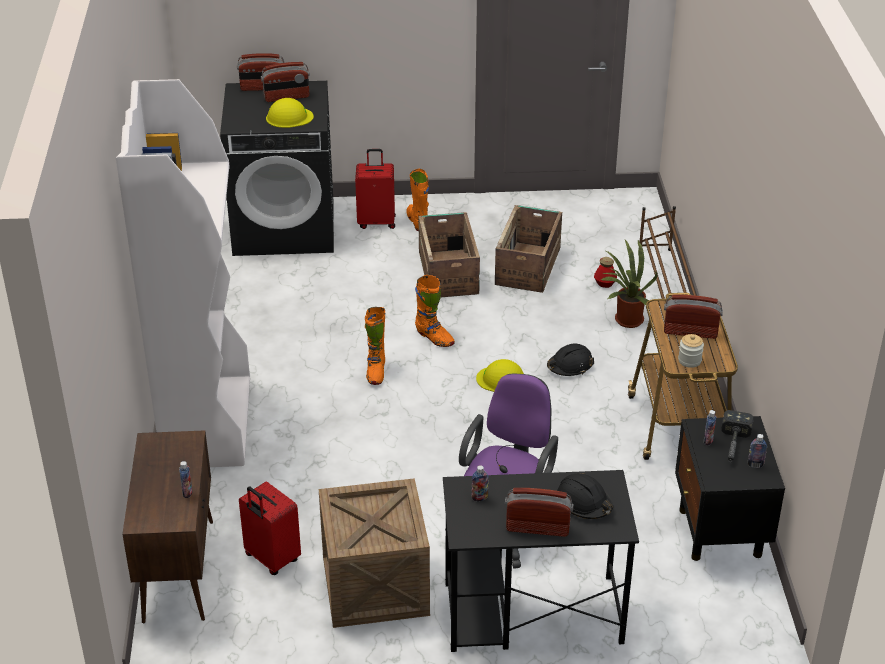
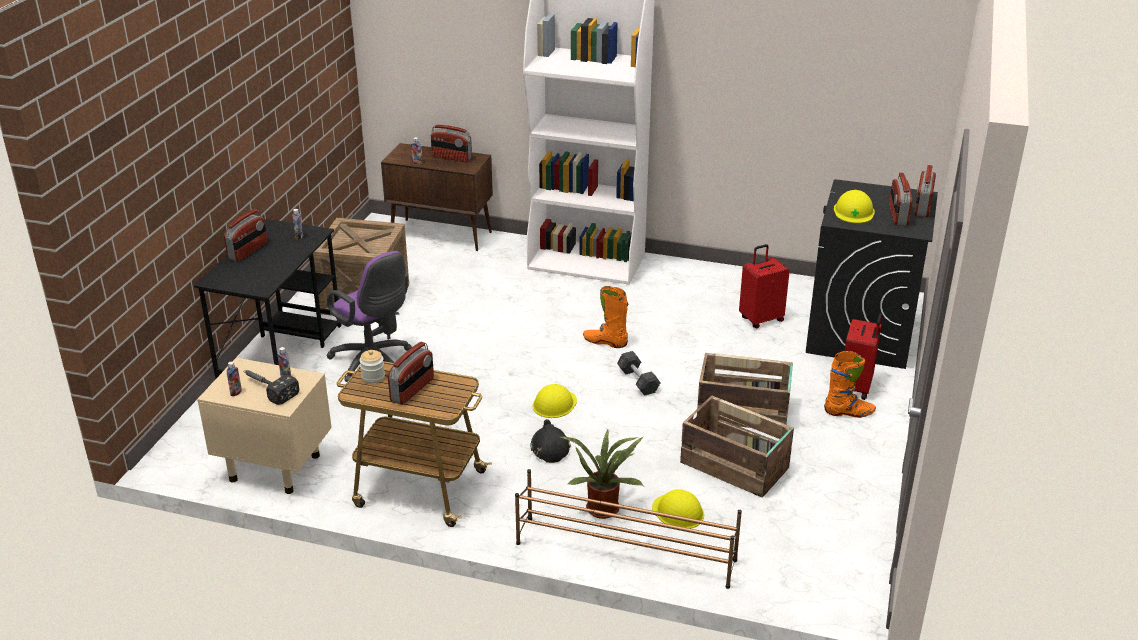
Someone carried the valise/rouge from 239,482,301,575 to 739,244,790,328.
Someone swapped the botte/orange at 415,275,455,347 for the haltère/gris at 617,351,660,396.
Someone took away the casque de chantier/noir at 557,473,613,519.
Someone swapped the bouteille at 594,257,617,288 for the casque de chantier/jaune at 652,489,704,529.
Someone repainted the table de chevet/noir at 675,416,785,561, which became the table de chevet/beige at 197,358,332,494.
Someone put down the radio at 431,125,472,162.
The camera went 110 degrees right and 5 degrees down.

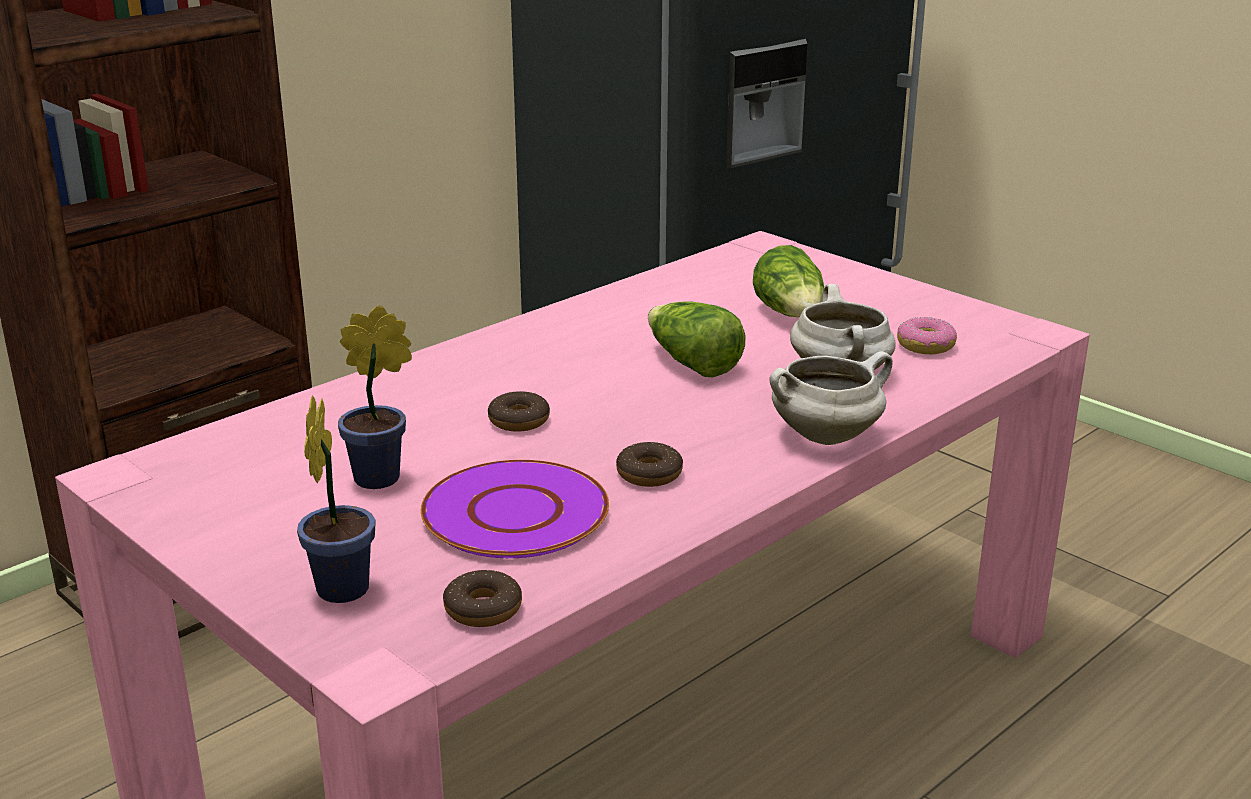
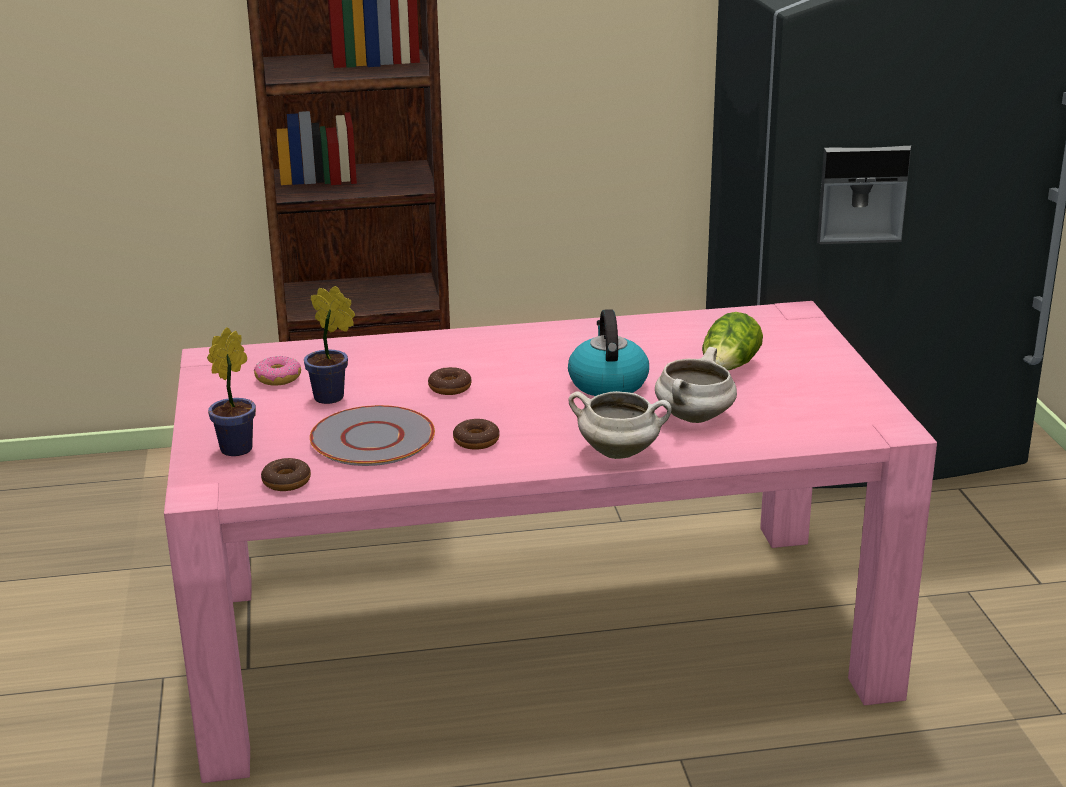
Someone repainted the assiette/violet at 421,460,609,558, which became the assiette/gris at 310,405,435,466.
Someone swapped the laitue at 648,301,746,378 for the bouilloire at 568,309,649,396.
Someone carried the beignet from 897,317,957,354 to 254,356,301,386.
The camera went 35 degrees right and 0 degrees up.

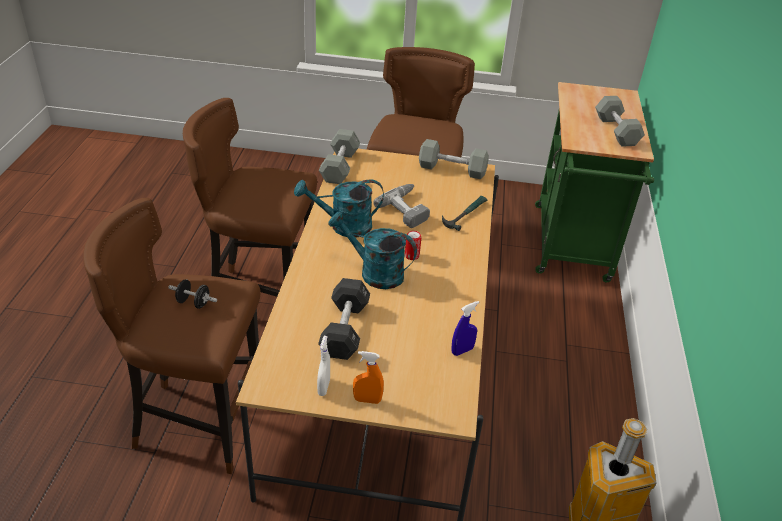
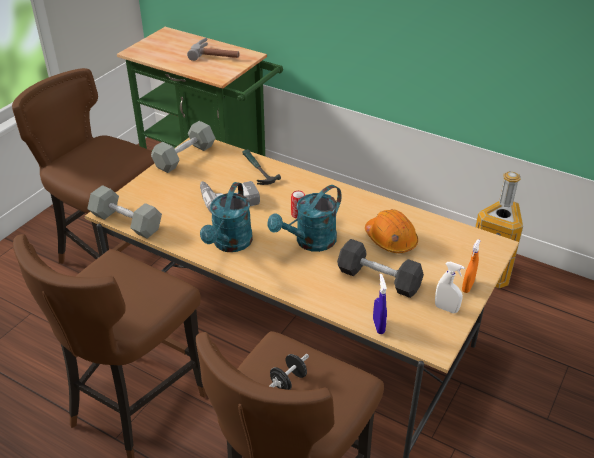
Someone carried the vaporisateur/bleu from 451,301,479,356 to 373,274,387,334.
Someone swapped the haltère/gris at 595,96,645,147 for the marteau at 187,38,239,61.
Someone put down the casque de chantier/orange at 365,209,418,254.
The camera went 65 degrees left and 0 degrees up.

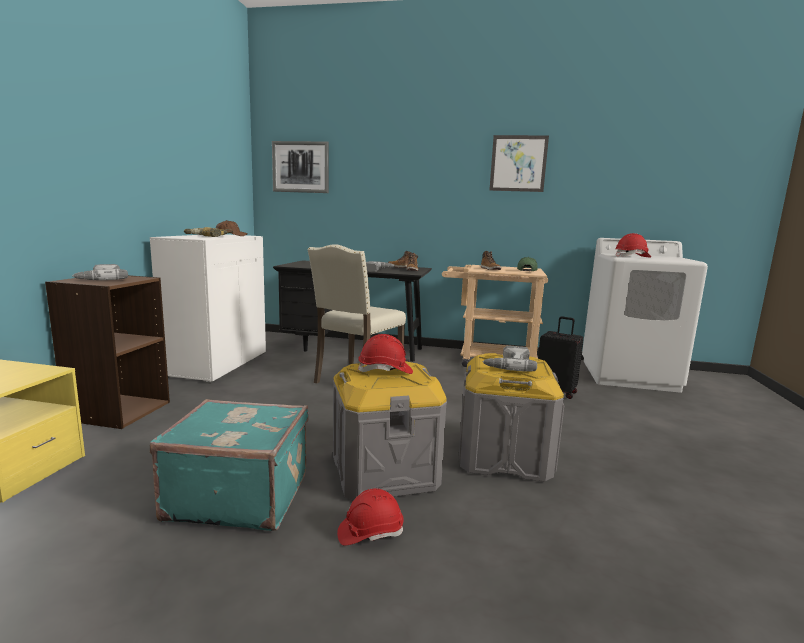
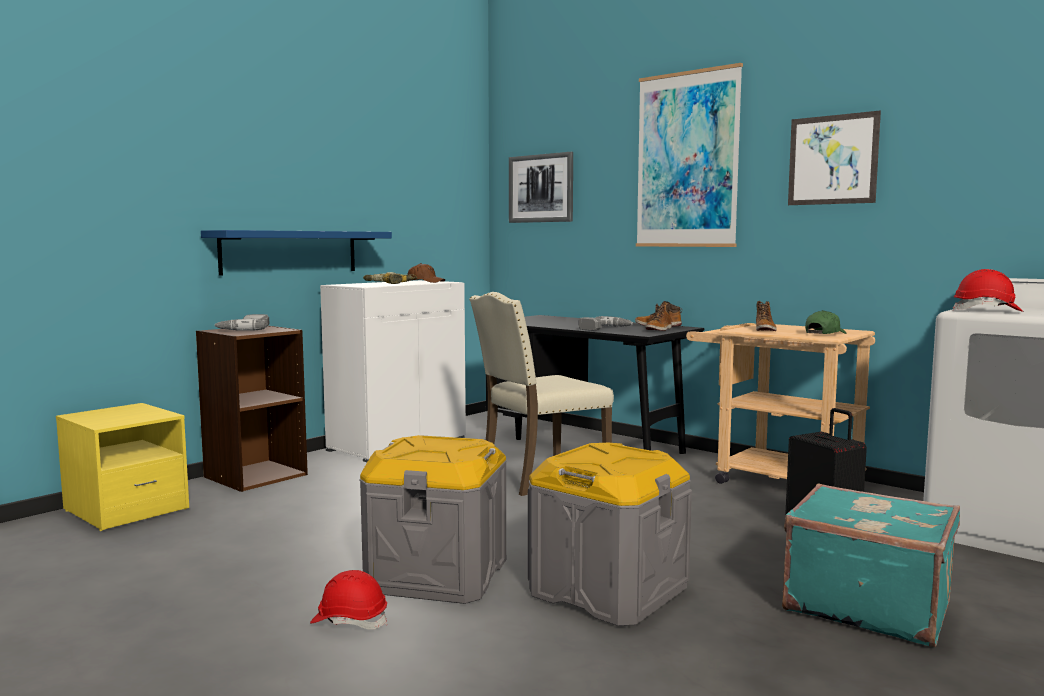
Someone carried the valise/turquoise from 150,399,309,531 to 782,483,960,647.
Someone took away the casque de chantier/rouge at 357,334,413,374.
Someone took away the perceuse at 482,346,537,372.
Someone put up the étagère/bleu at 201,230,392,276.
Someone put up the tableau at 636,63,743,247.
The camera went 30 degrees right and 5 degrees down.

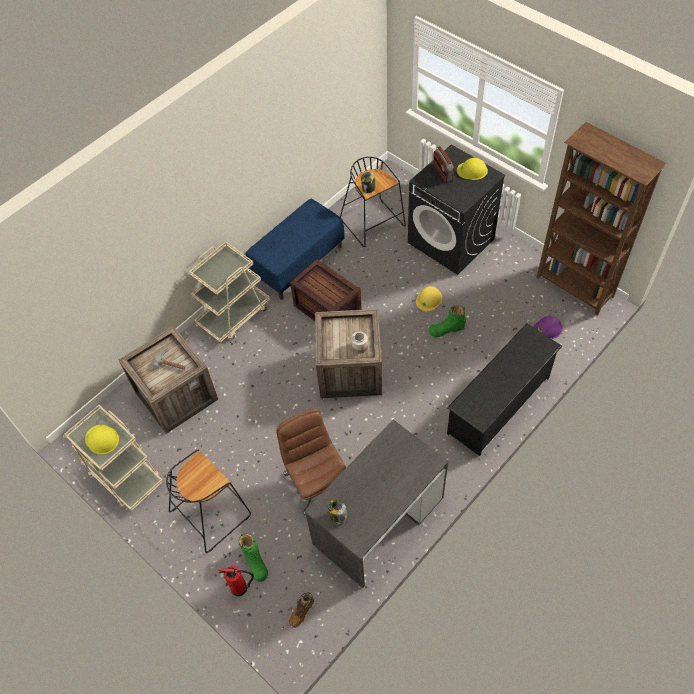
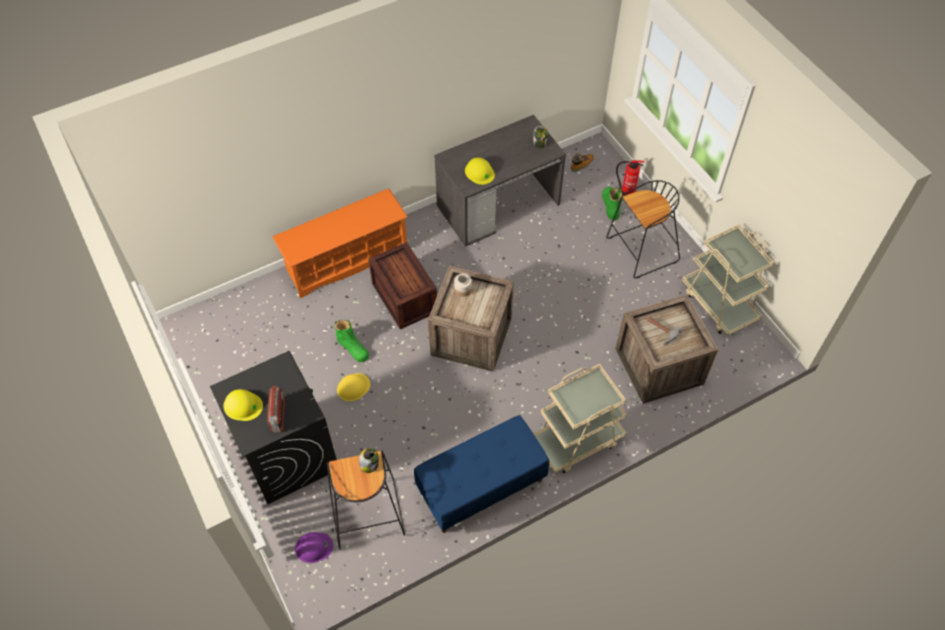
Someone carried the casque de chantier/jaune from 85,425,119,455 to 465,158,495,185.
Someone took away the chaise de bureau/marron at 276,408,346,515.
Someone carried the caisse from 290,259,362,321 to 368,242,437,329.
Someone rotated the botte/vert at 429,306,466,337 by 45 degrees clockwise.
Someone repainted the étagère à chaussures/noir at 447,323,562,456, which became the étagère à chaussures/orange at 272,188,408,298.
Someone carried the casque de chantier/violet from 533,316,563,339 to 295,532,333,563.
Someone took away the bibliothèque/marron at 536,122,667,315.
The camera went 165 degrees left and 0 degrees up.

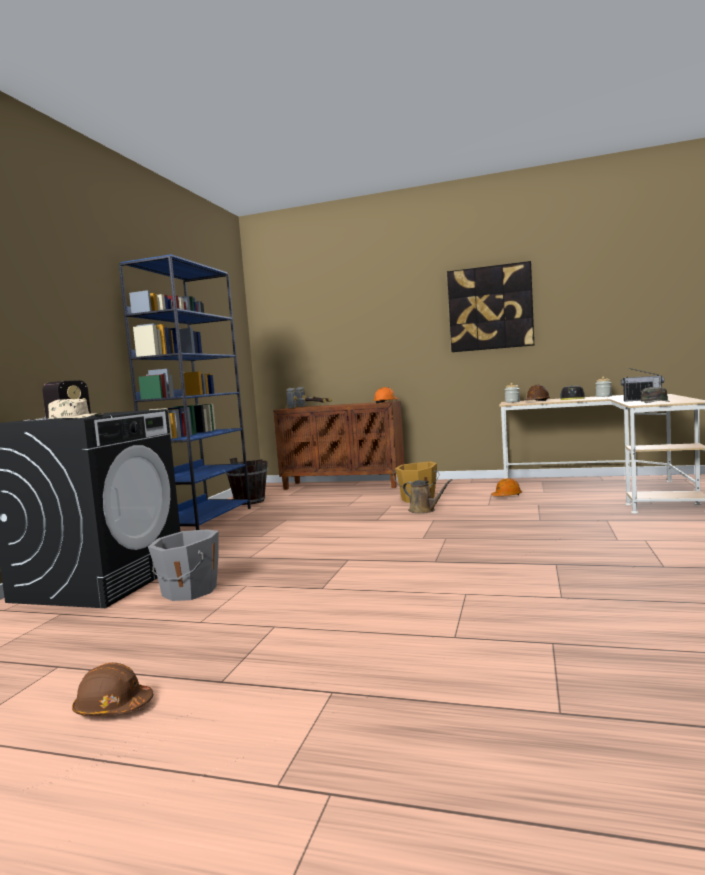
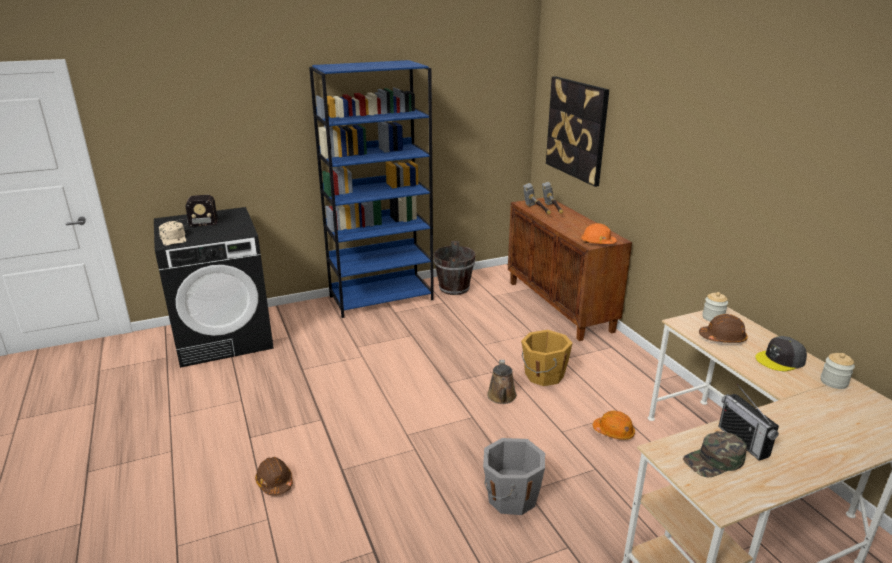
Someone carried the casque de chantier/marron from 72,663,153,716 to 255,457,293,496.
Someone carried the seau/gris from 148,529,219,601 to 483,438,545,515.
Someone carried the tableau from 447,261,534,352 to 546,76,609,187.
The camera went 50 degrees right and 20 degrees up.

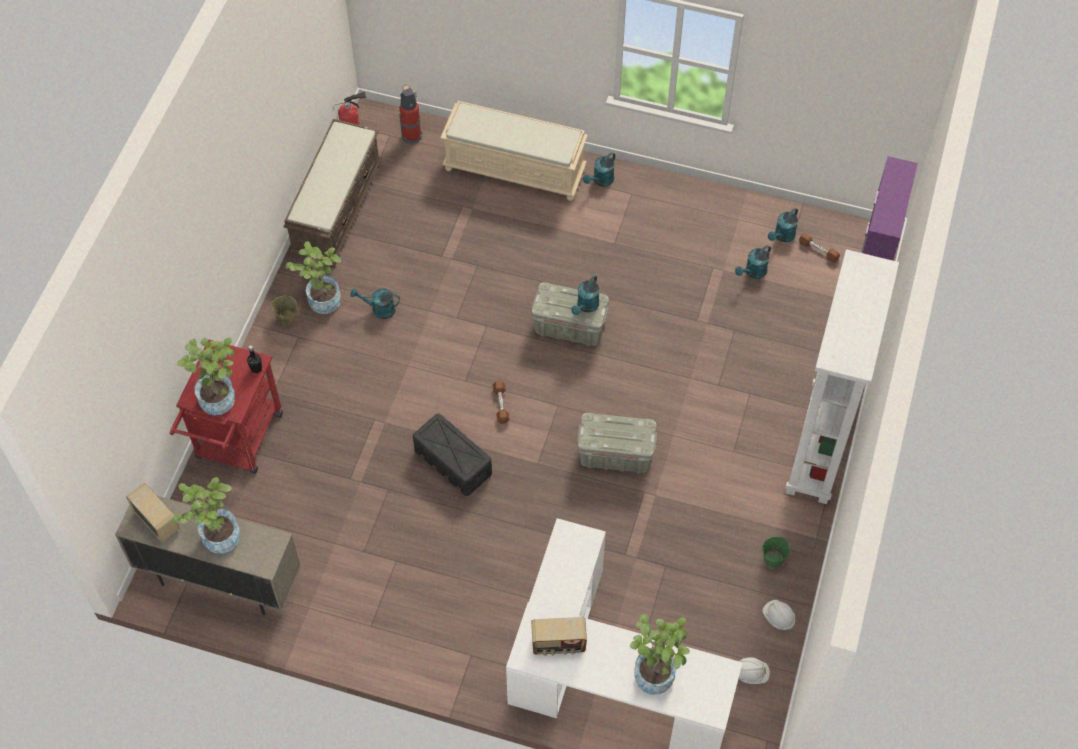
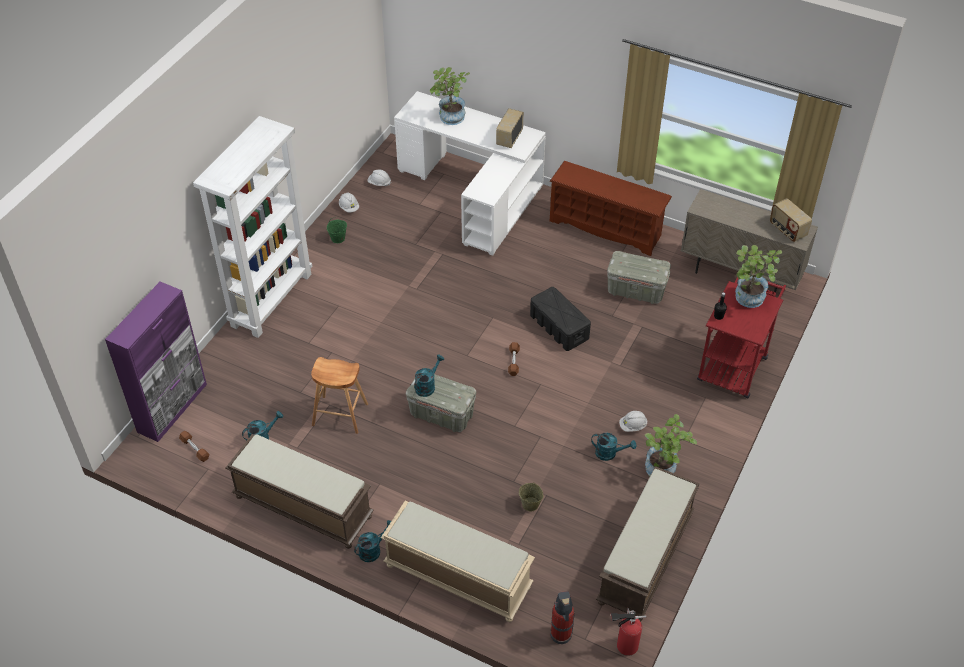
Someone took away the plante en pot at 172,477,240,554.
Someone carried the seau/beige from 271,294,297,325 to 519,482,544,511.
Someone rotated the radio at 531,617,587,656 by 75 degrees counterclockwise.
Someone carried the boîte de rangement/gris from 577,413,657,474 to 607,251,671,304.
Someone took away the arrosoir/turquoise at 768,208,798,242.
Someone put down the banc/marron at 226,434,374,549.
Someone put down the tabouret/marron at 311,357,368,434.
Someone put down the étagère à chaussures/marron at 550,161,672,256.
Someone put down the casque de chantier/blanc at 619,411,647,432.
The camera went 170 degrees left and 10 degrees down.

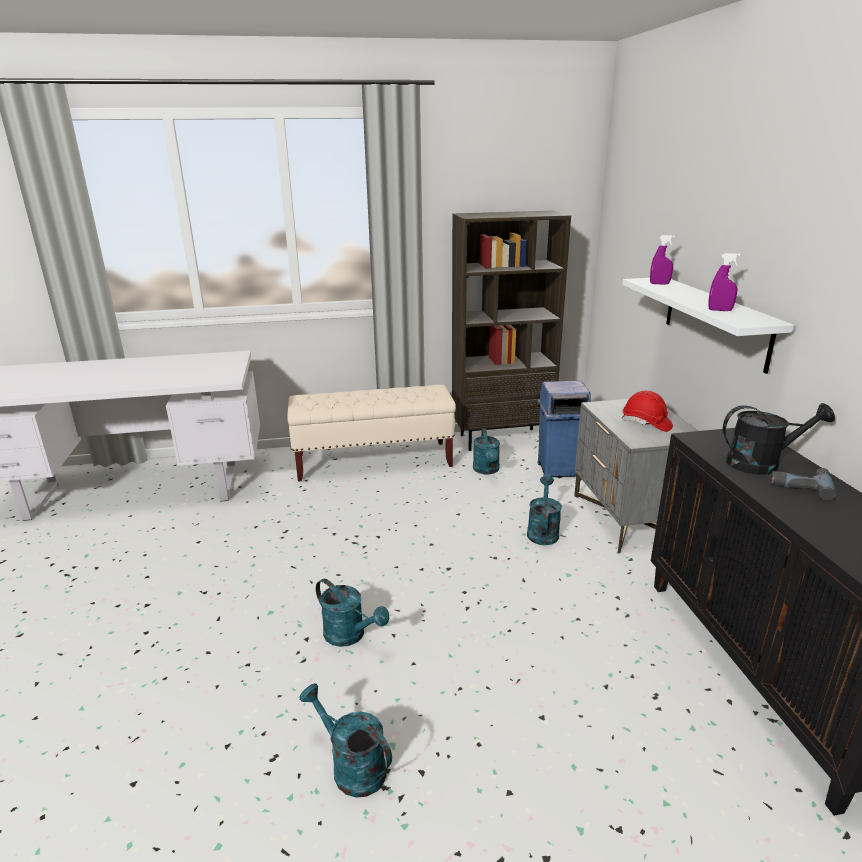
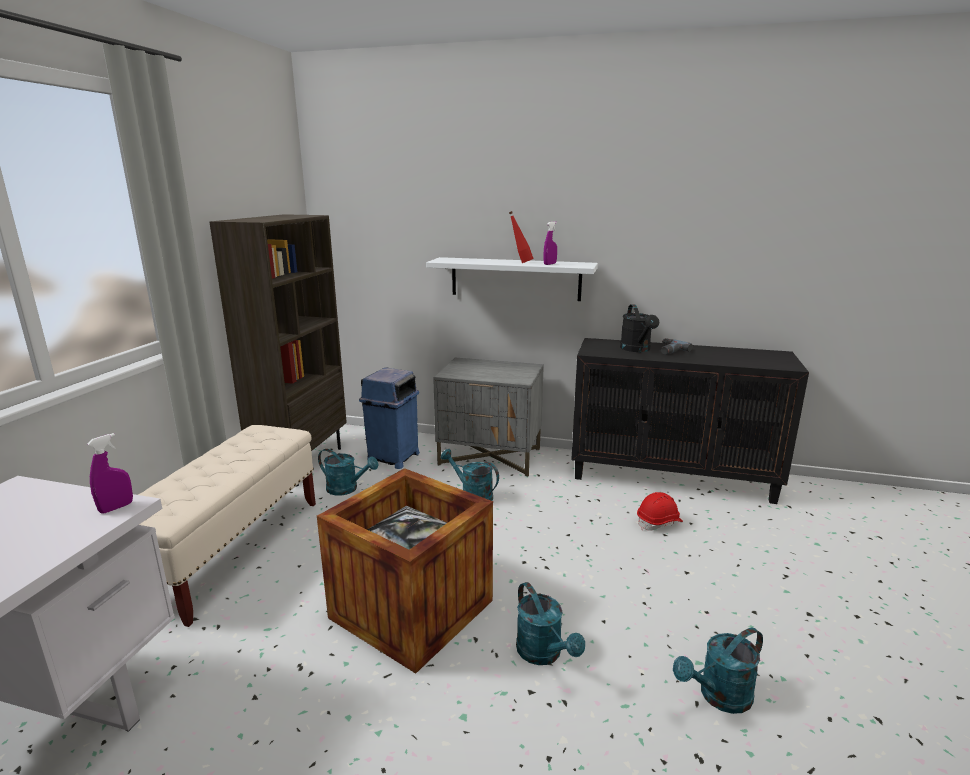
Someone rotated the arrosoir/turquoise at 316,579,389,647 by 90 degrees clockwise.
Someone carried the casque de chantier/rouge from 621,391,673,432 to 637,492,683,531.
Someone carried the vaporisateur/violet from 650,235,675,285 to 87,433,133,514.
Someone rotated the arrosoir/noir at 723,403,835,475 by 150 degrees clockwise.
Someone put down the caisse at 317,468,493,674.
Someone put down the bouteille/rouge at 509,211,534,263.
The camera went 65 degrees left and 5 degrees down.

